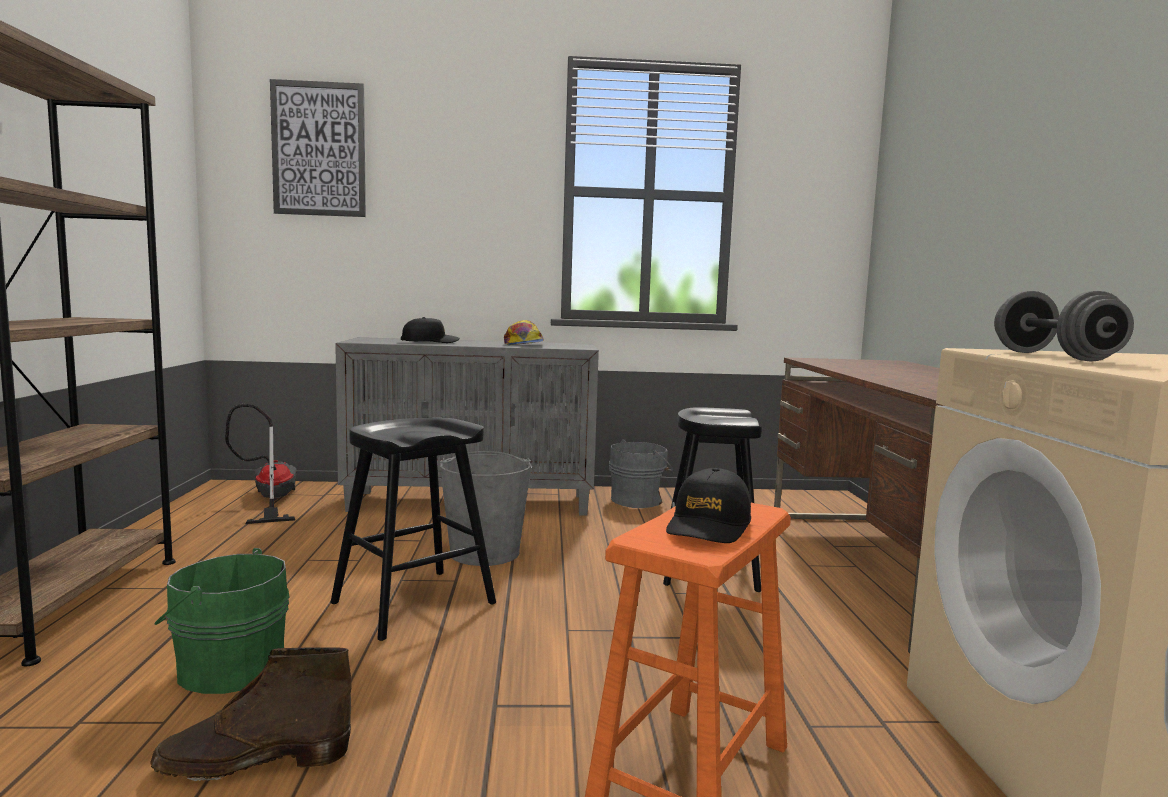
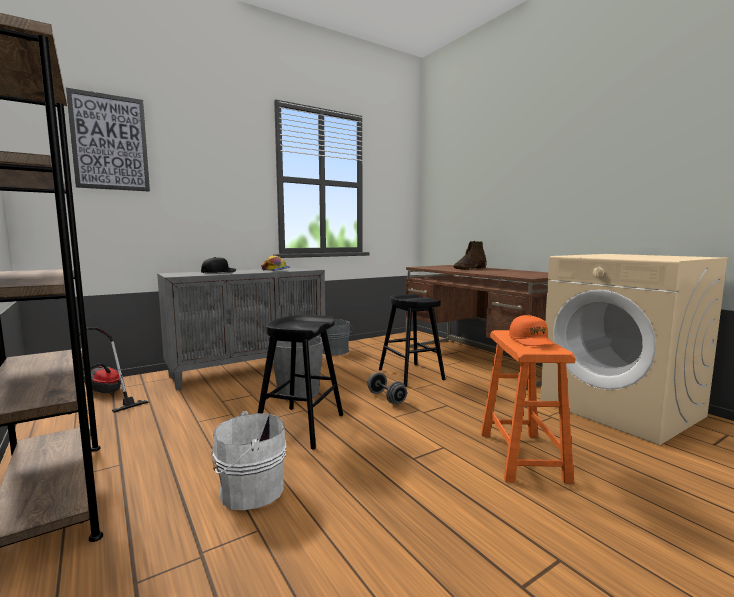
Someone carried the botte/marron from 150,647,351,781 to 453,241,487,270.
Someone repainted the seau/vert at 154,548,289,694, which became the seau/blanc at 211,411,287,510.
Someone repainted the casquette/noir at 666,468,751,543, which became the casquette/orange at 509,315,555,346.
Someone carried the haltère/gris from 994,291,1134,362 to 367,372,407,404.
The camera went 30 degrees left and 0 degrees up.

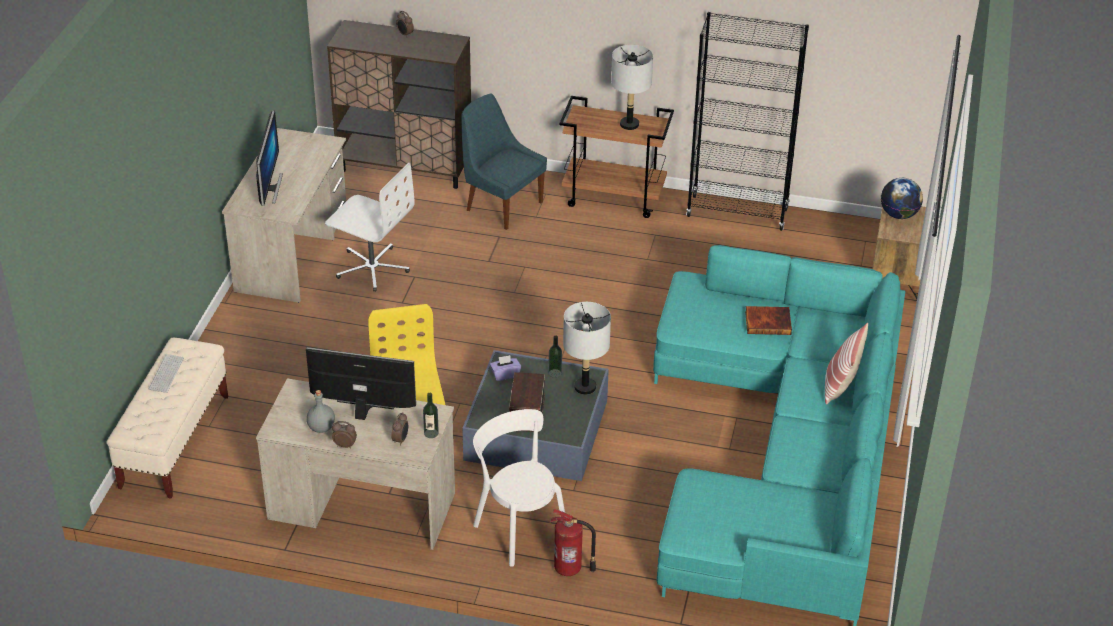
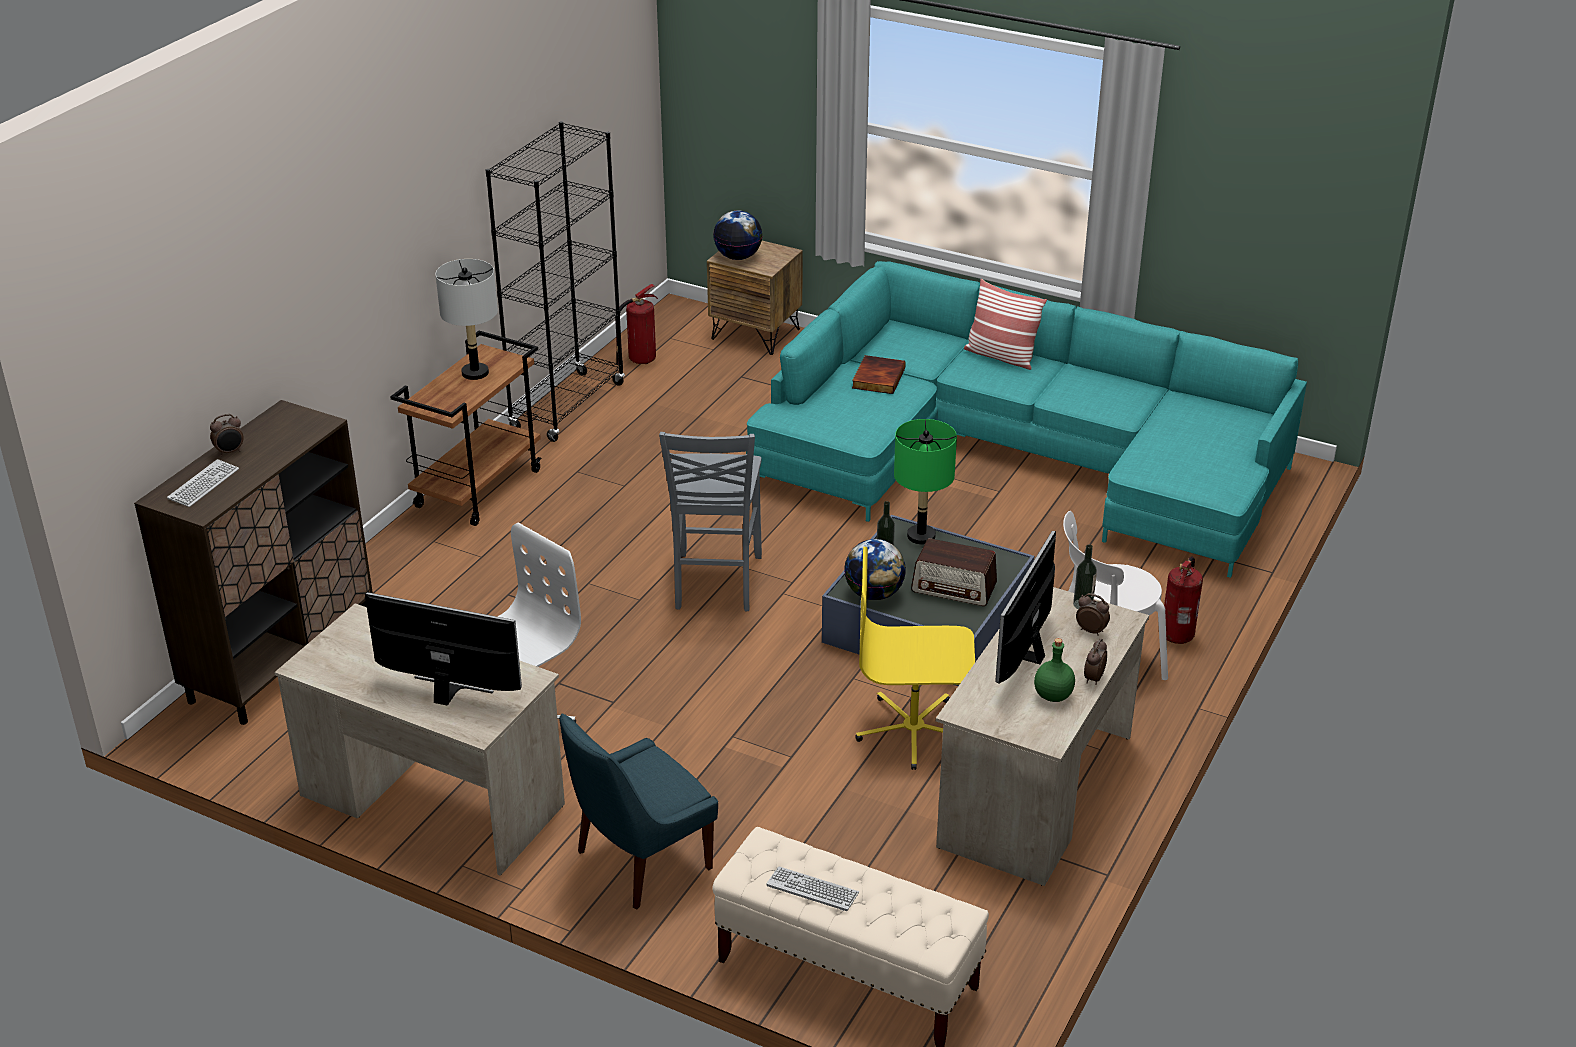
Someone repainted the bouteille/gris at 307,390,335,433, which became the bouteille/vert at 1034,638,1075,702.
Someone carried the chaise/bleu from 461,94,547,230 to 559,713,718,909.
Someone swapped the boîte à mouchoirs/violet at 490,355,521,381 for the globe at 844,539,906,600.
Someone repainted the lampe de table/gris at 563,302,611,395, which became the lampe de table/vert at 894,419,957,544.
Someone put down the clavier at 167,459,239,507.
Someone put down the extincteur at 615,284,658,365.
Someone put down the chaise/gris at 659,432,762,612.
The camera went 75 degrees left and 5 degrees down.

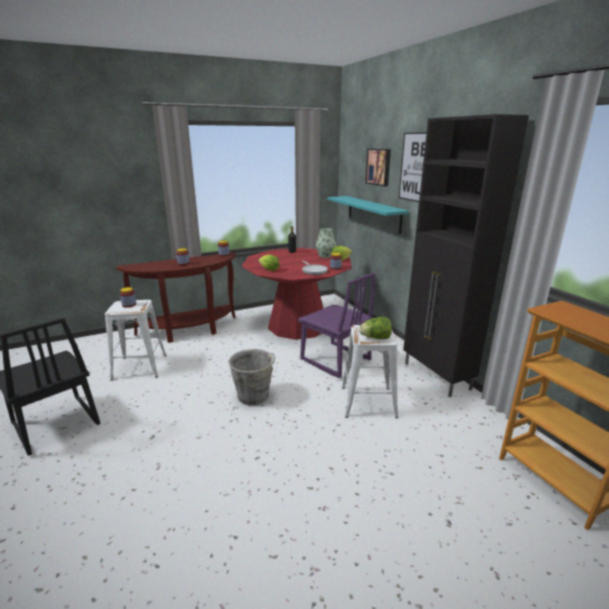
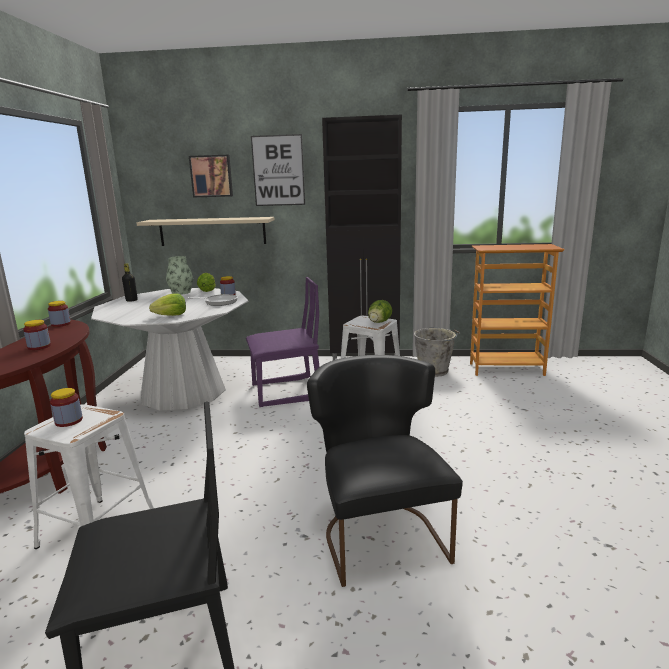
Someone carried the seau/gris from 228,349,275,405 to 413,327,460,377.
Someone repainted the table à manger/rouge at 242,248,352,340, which became the table à manger/blanc at 91,288,249,411.
Someone repainted the étagère/turquoise at 327,196,409,234, which became the étagère/beige at 136,217,275,246.
Someone put down the chaise/noir at 307,355,463,587.
The camera went 60 degrees left and 5 degrees down.

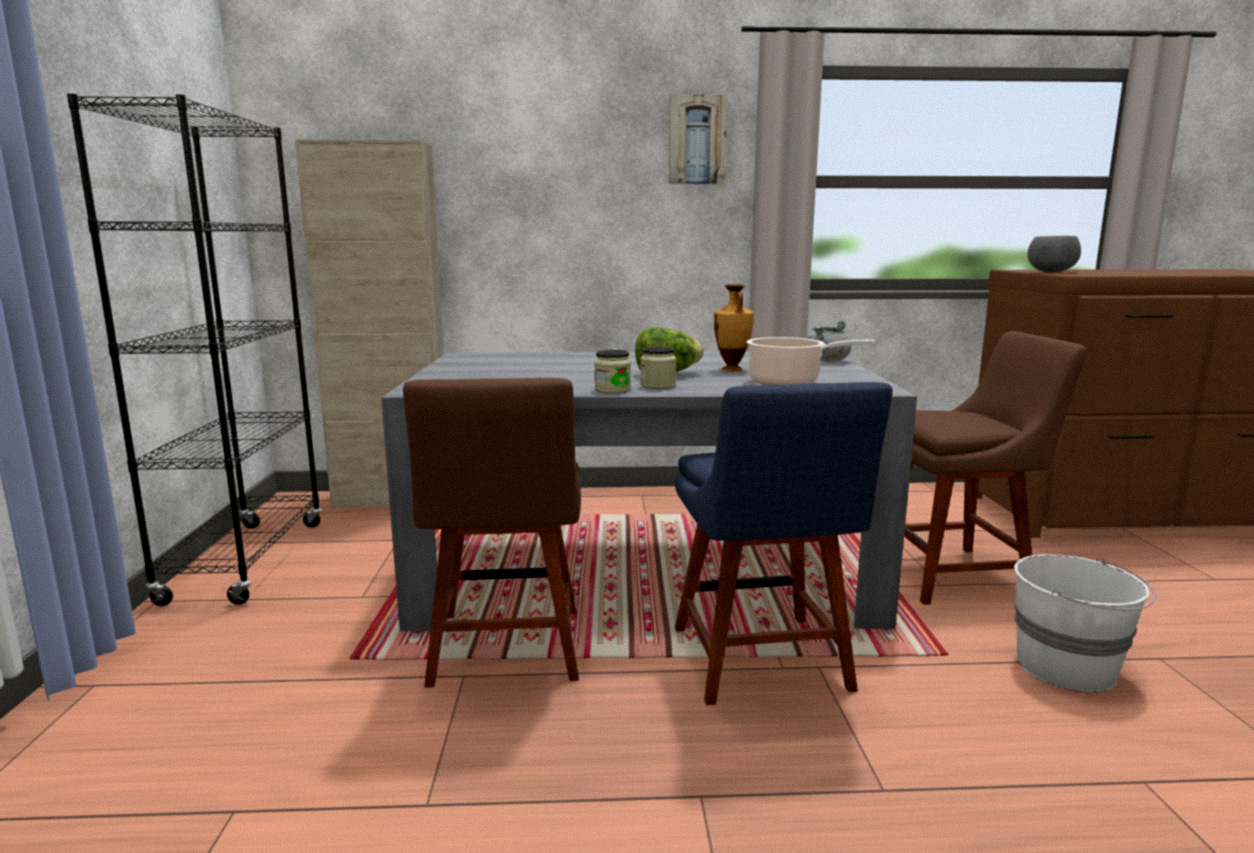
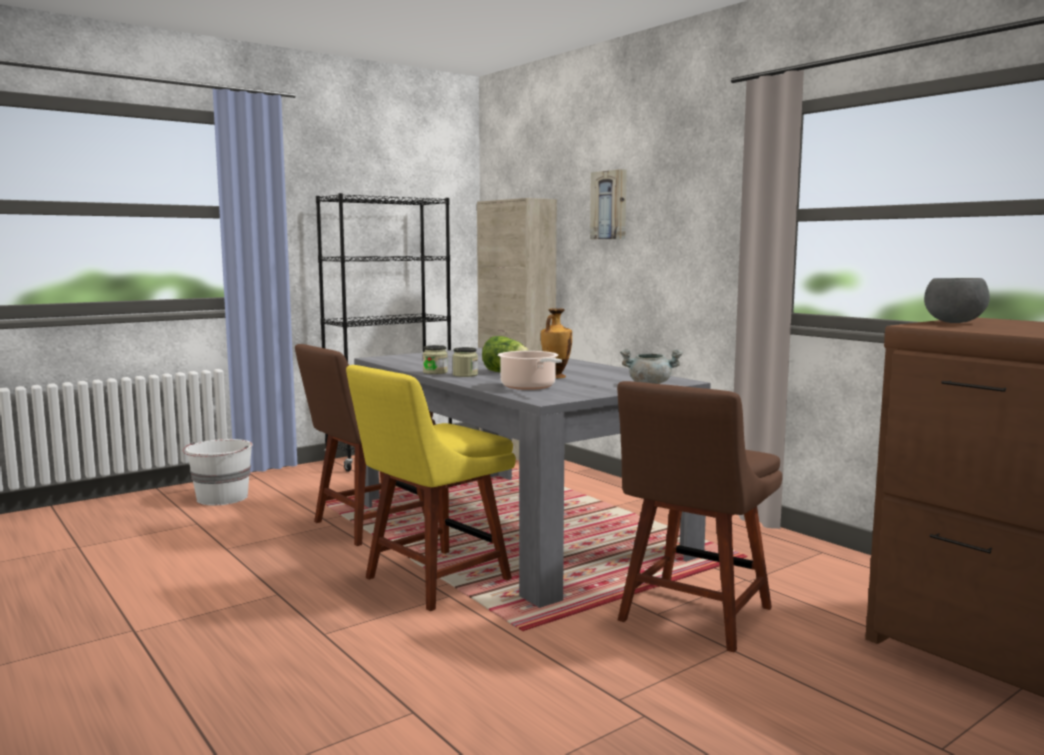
Someone carried the tableau from 669,94,727,184 to 590,169,627,239.
Someone repainted the chaise/bleu at 675,382,893,705, which became the chaise/jaune at 346,365,516,611.
Someone rotated the chaise/marron at 904,331,1087,605 by 75 degrees clockwise.
Someone carried the seau/blanc from 1014,554,1156,692 to 183,439,253,505.
The camera went 55 degrees right and 5 degrees down.

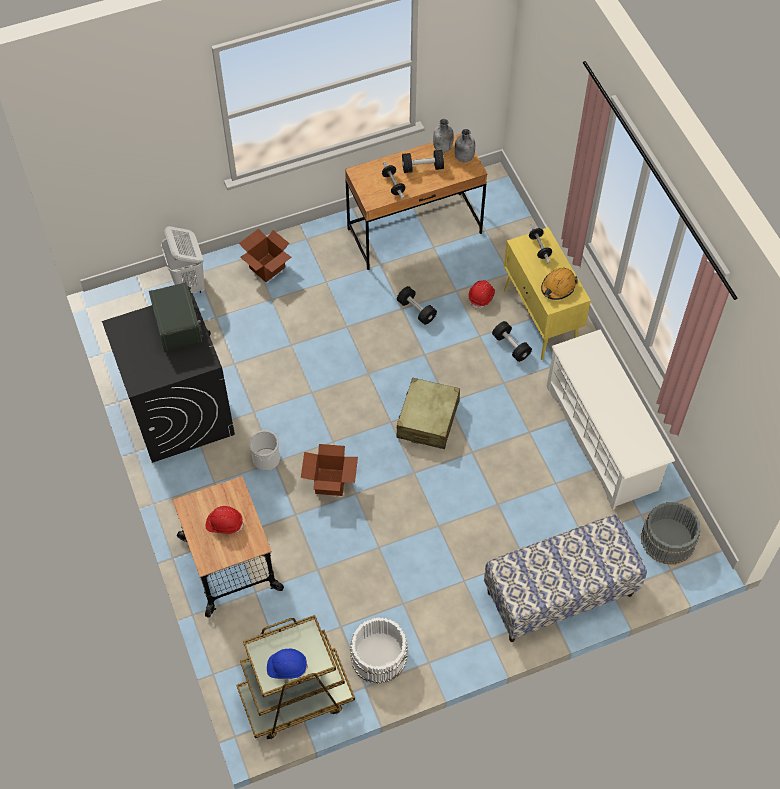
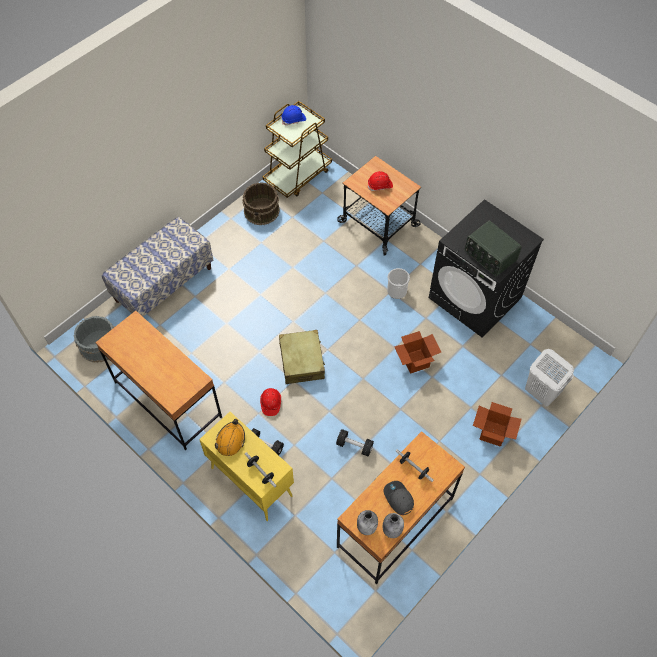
Someone carried the carton from 301,444,358,496 to 394,331,441,374.
Someone repainted the seau/blanc at 350,617,408,684, which became the seau/marron at 242,182,280,225.
Someone swapped the haltère/noir at 402,150,444,173 for the casquette/gris at 384,481,414,515.
Someone carried the casque de chantier/rouge from 469,280,495,310 to 260,388,281,416.
Someone swapped the étagère à chaussures/blanc at 546,330,675,510 for the bureau/marron at 95,311,222,450.
The camera went 155 degrees right and 0 degrees up.

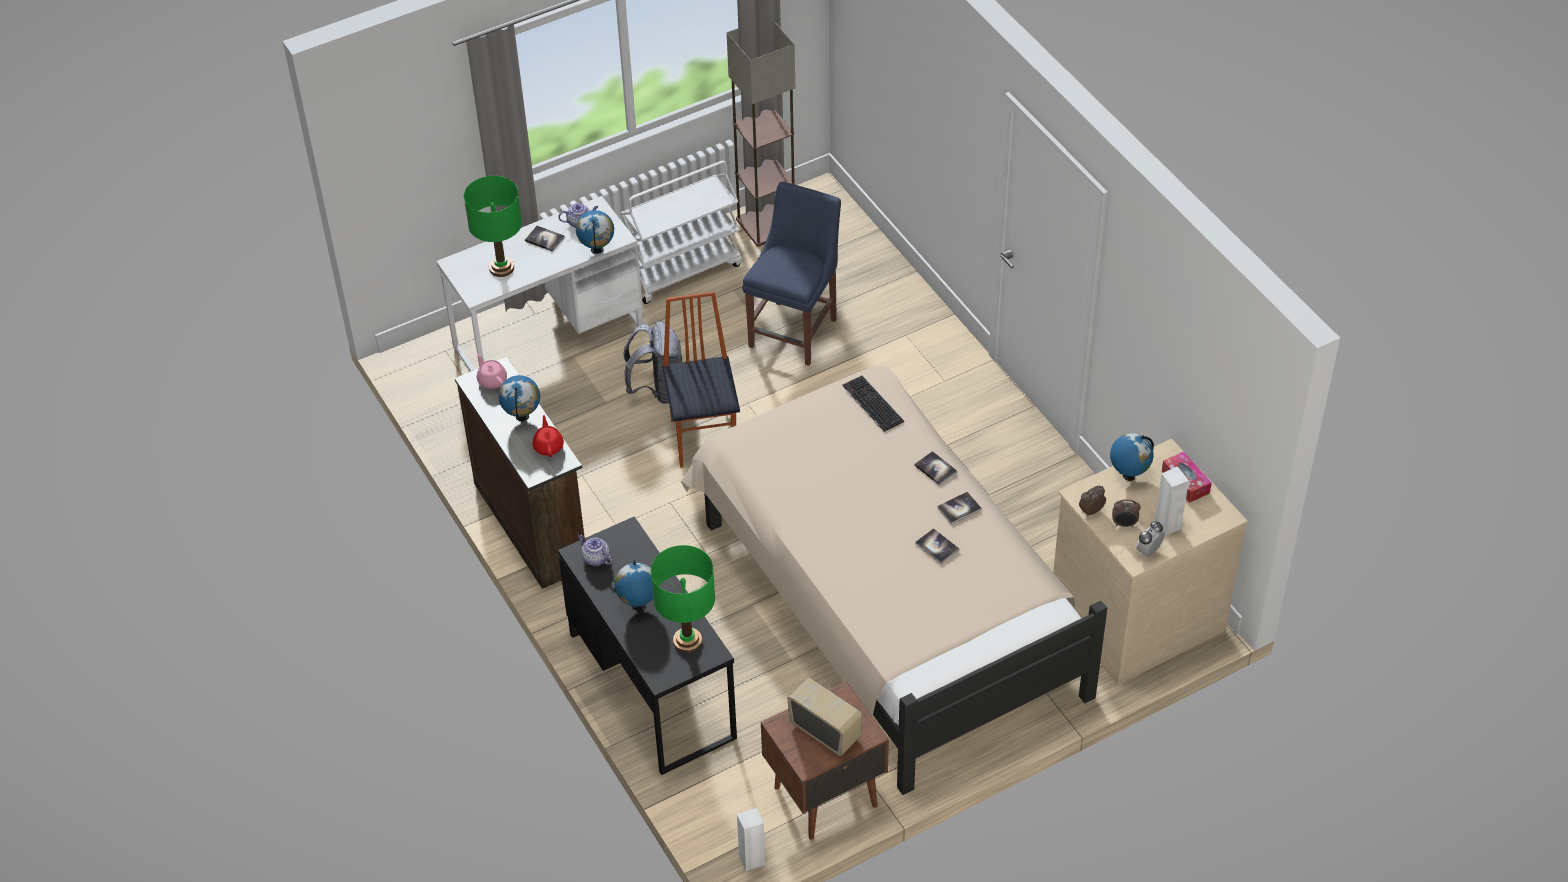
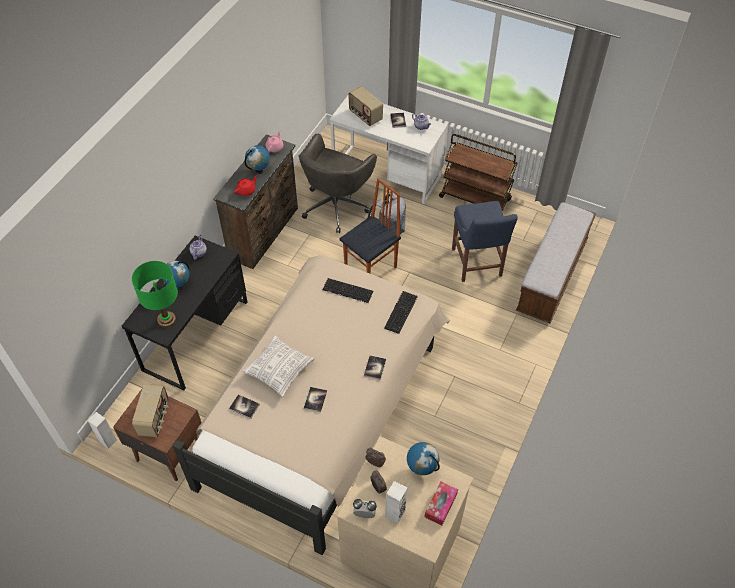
Someone swapped the lampe de table/vert at 464,176,522,277 for the radio at 348,86,383,126.
Someone took away the globe at 576,210,614,254.
Someone repainted the chariot/blanc at 621,161,742,304, which became the chariot/marron at 439,134,518,212.
Someone took away the lampadaire at 727,21,795,247.
Someone rotated the chaise/bleu at 742,182,841,366 by 90 degrees clockwise.
Someone carried the livre from 937,492,982,525 to 229,395,260,419.
Someone put down the coussin at 242,335,315,397.
Someone put down the chaise de bureau/gris at 298,134,377,233.
Someone put down the clavier at 322,278,373,303.
Someone put down the banc at 516,202,596,323.
The camera went 55 degrees right and 5 degrees up.

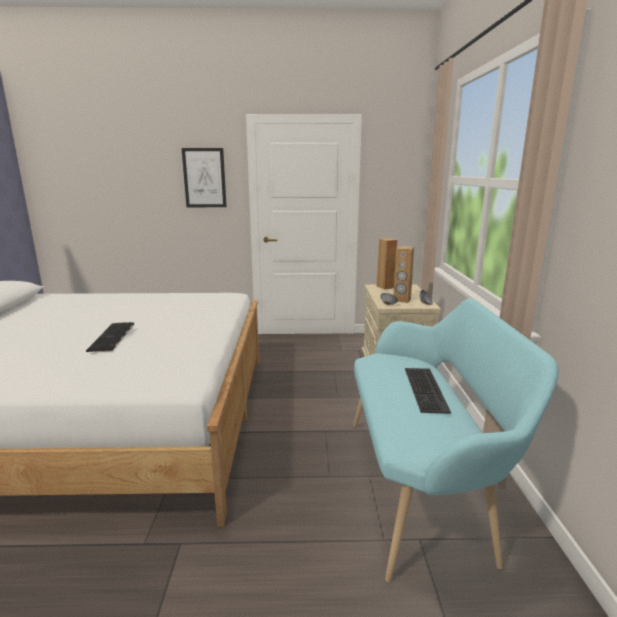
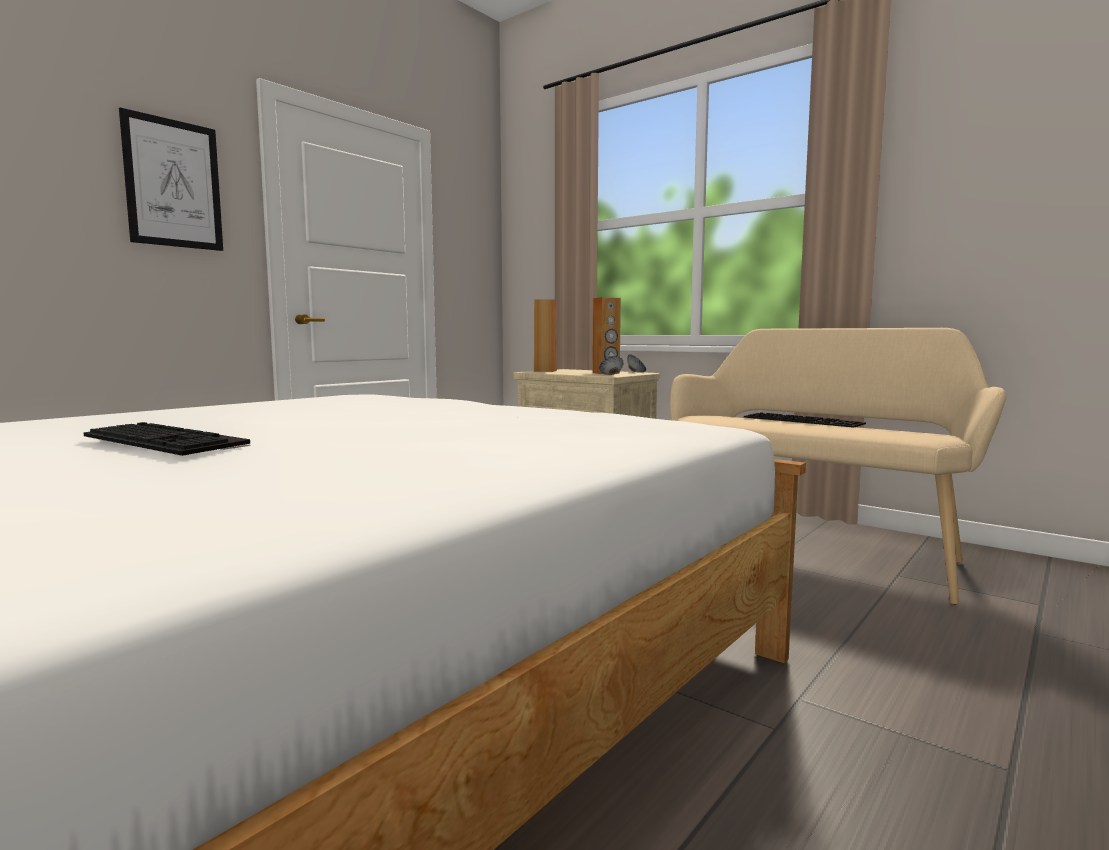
Someone carried the clavier from 86,322,134,352 to 83,422,251,456.
Someone repainted the banc/turquoise at 353,298,559,583, which became the banc/beige at 670,328,1006,605.
The camera went 50 degrees left and 10 degrees down.

